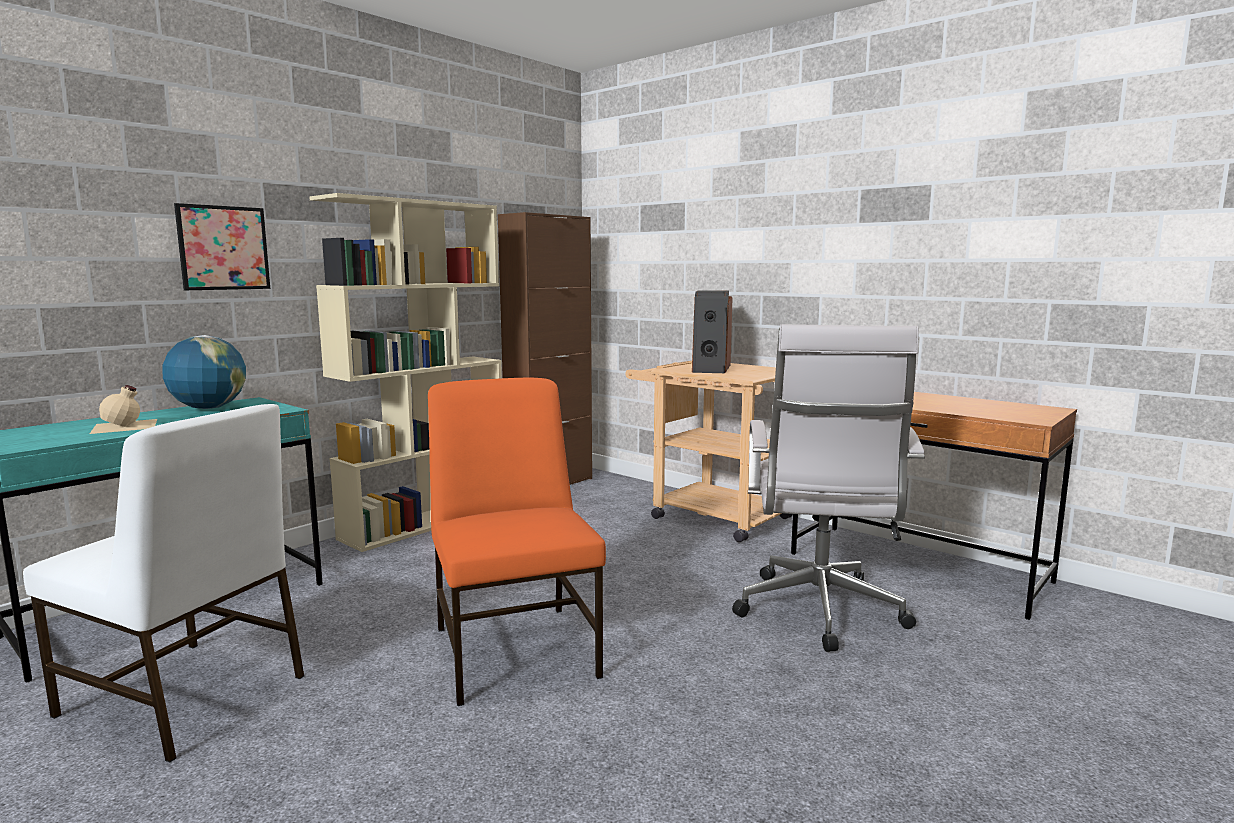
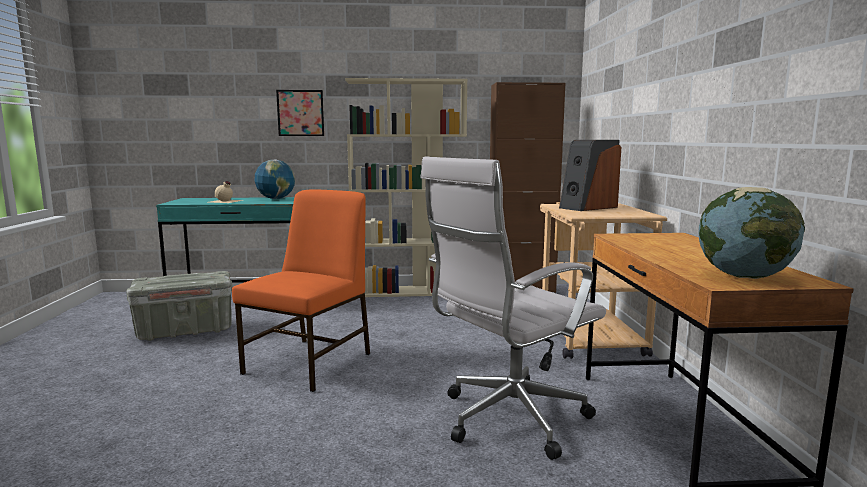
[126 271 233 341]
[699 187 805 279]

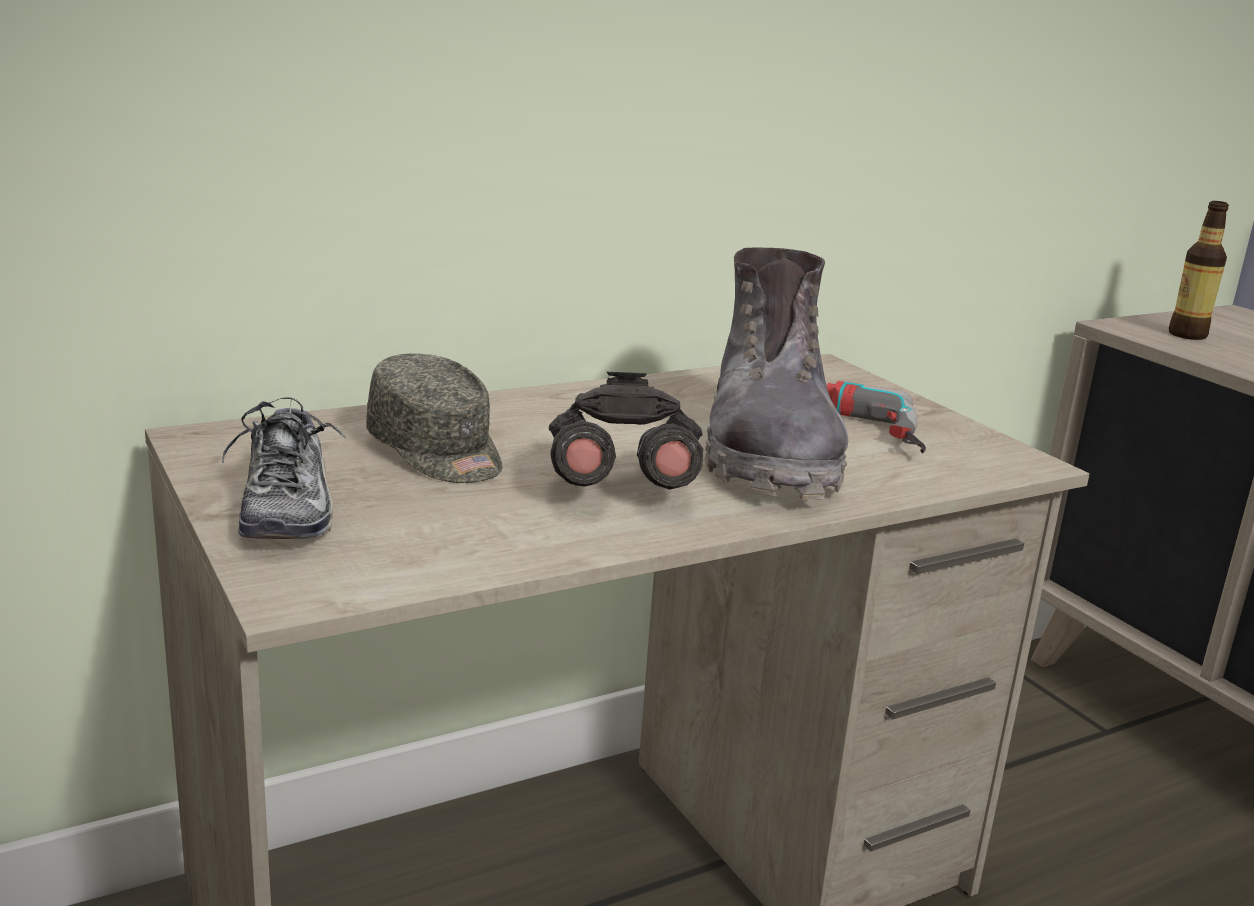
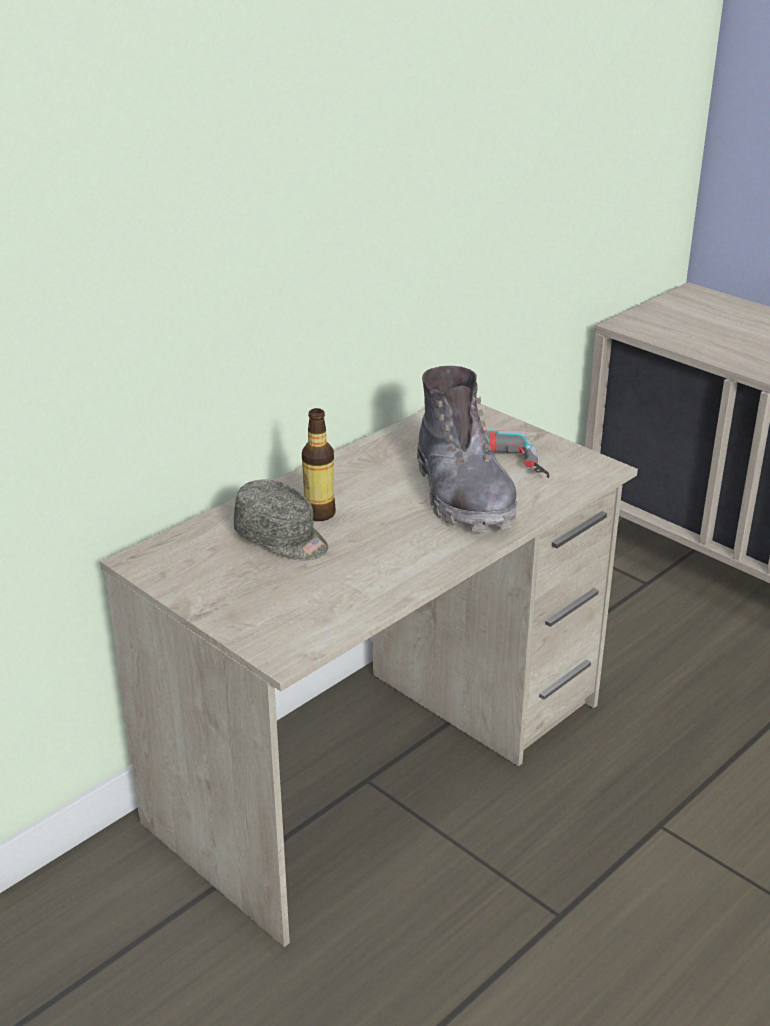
[222 397 346 539] (first image)
[549 372 703 490] (first image)
[302 408 336 521]

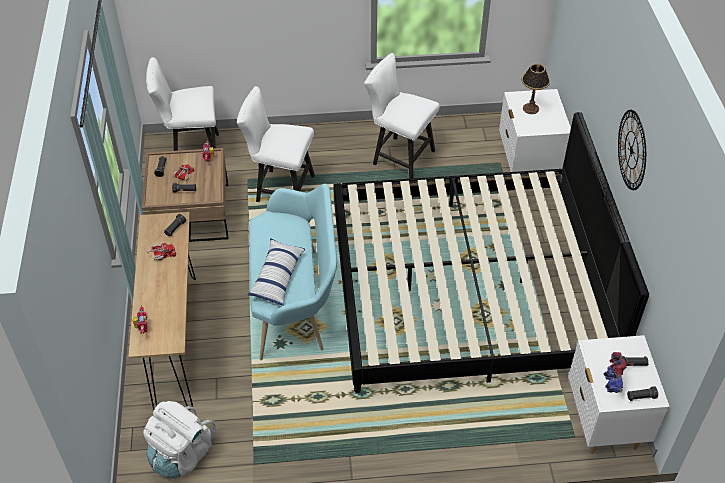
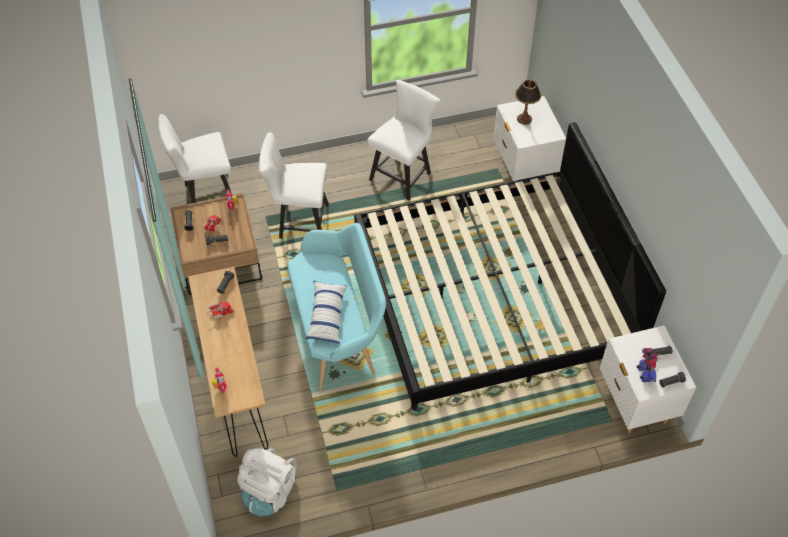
[367 80 441 201]
[618 110 646 190] (first image)

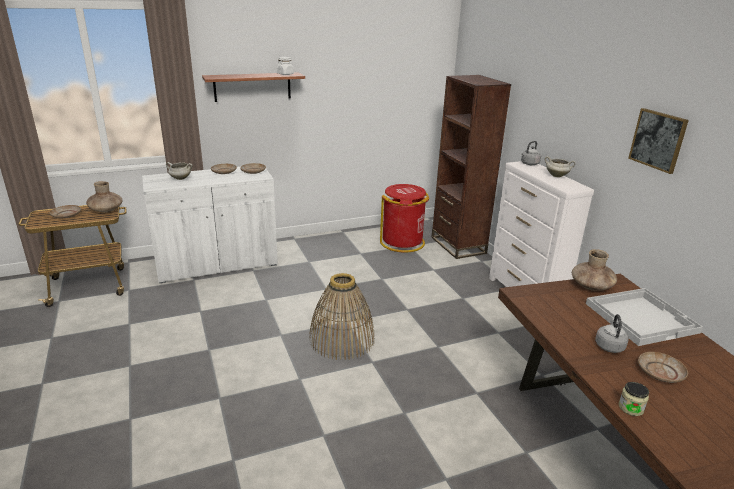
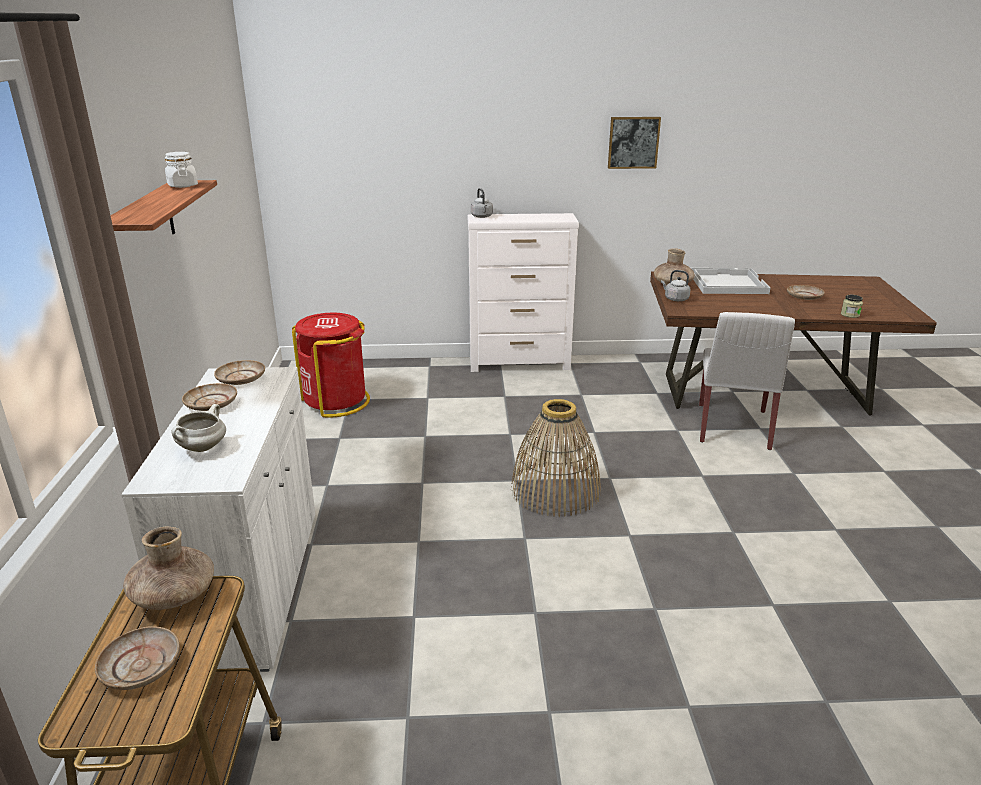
[431 75 511 259] (first image)
[545 156 576 177] (first image)
[661 270 690 301]
[699 312 795 450]

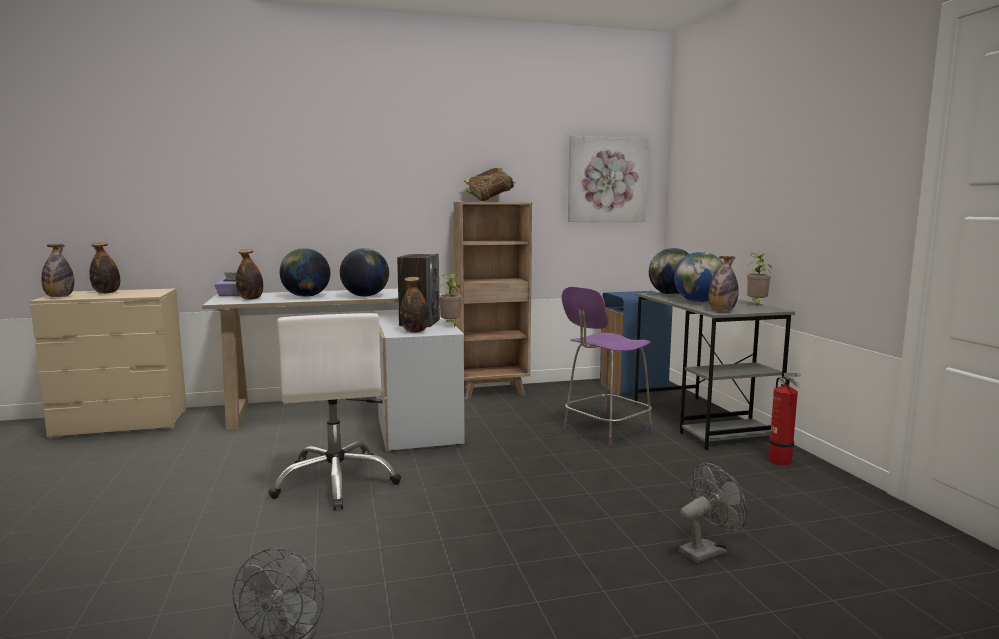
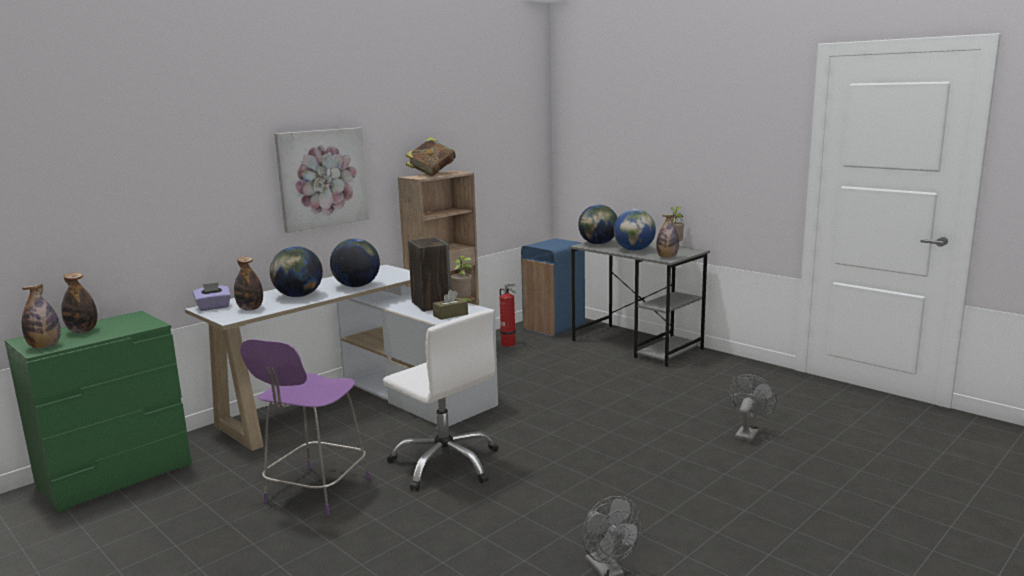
[5 311 192 513]
[433 290 468 320]
[240 339 370 515]
[274 128 369 233]
[500 284 516 347]

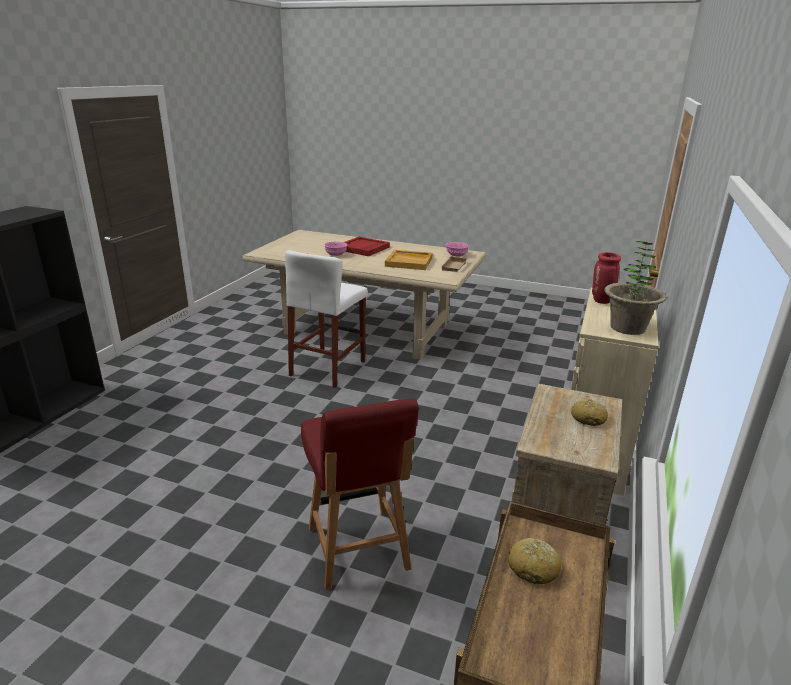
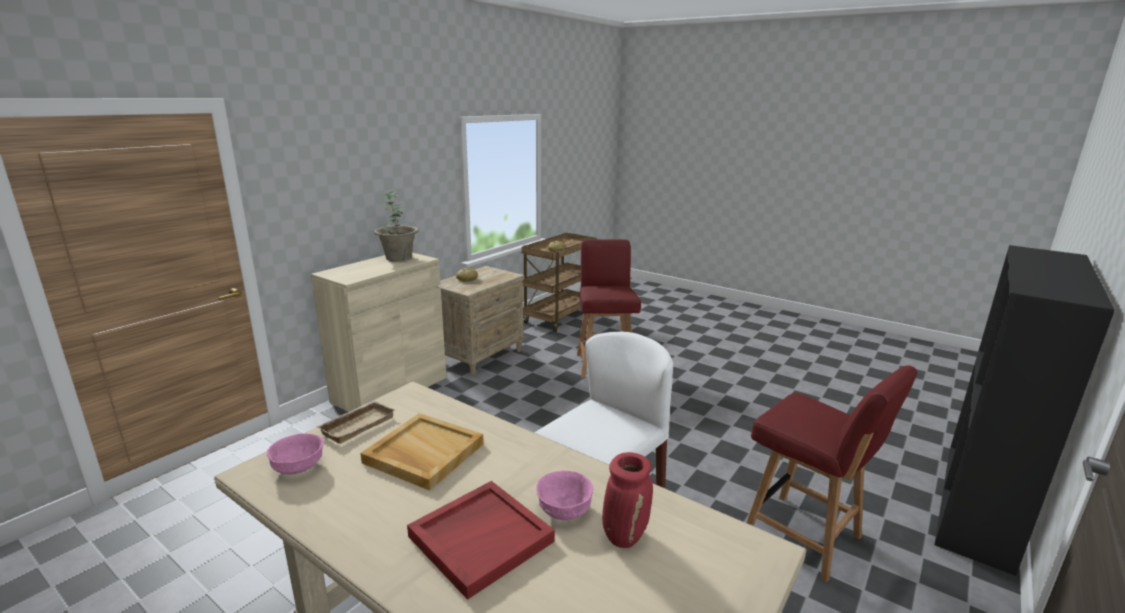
[602 452 653 548]
[746 365 918 583]

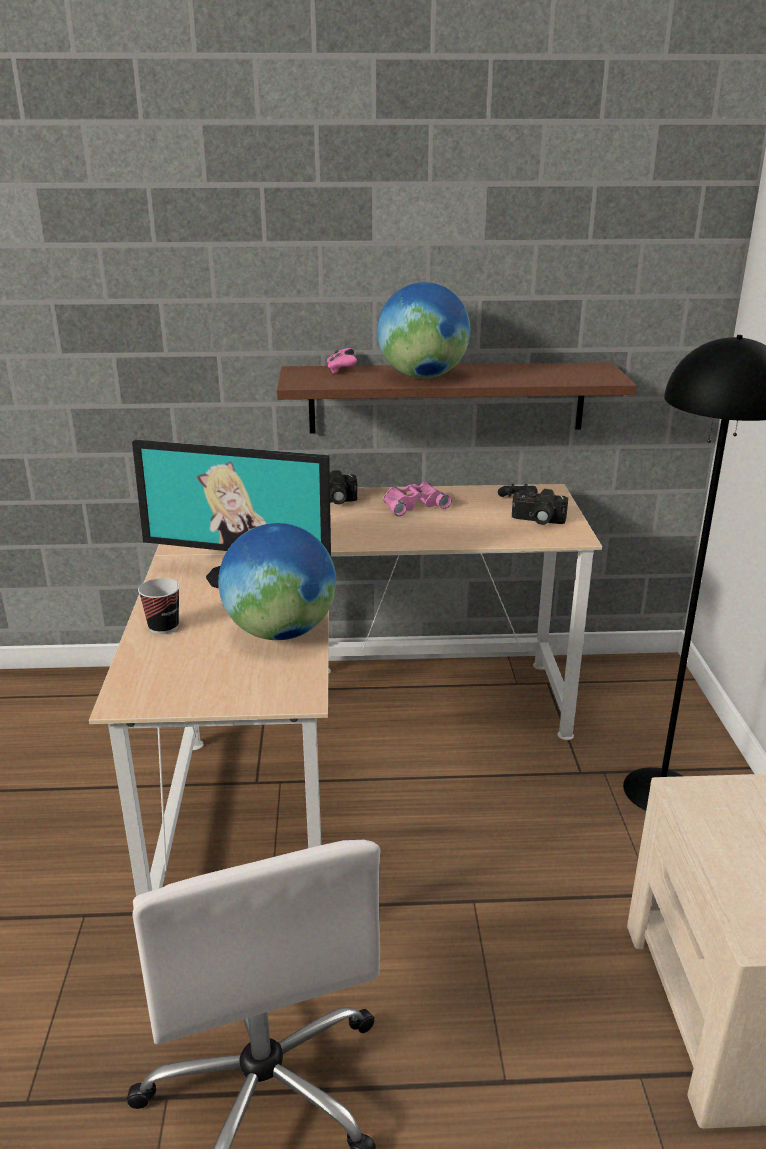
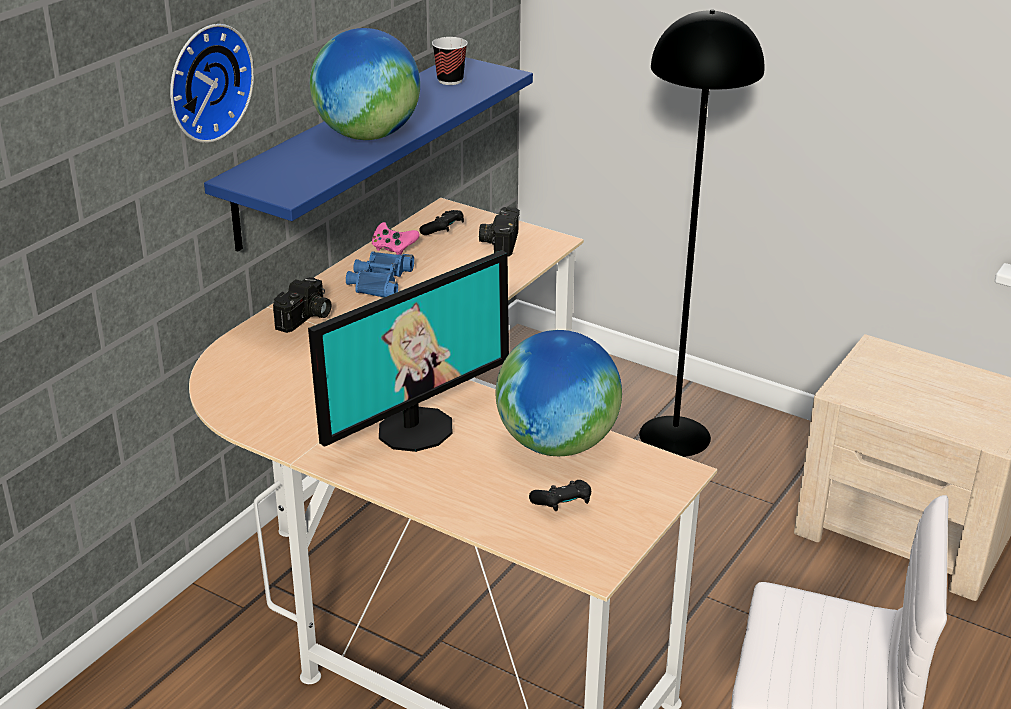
[432 37 468 85]
[204 57 533 252]
[372 222 420 255]
[346 251 414 297]
[479 207 520 257]
[170 24 254 143]
[529 480 591 511]

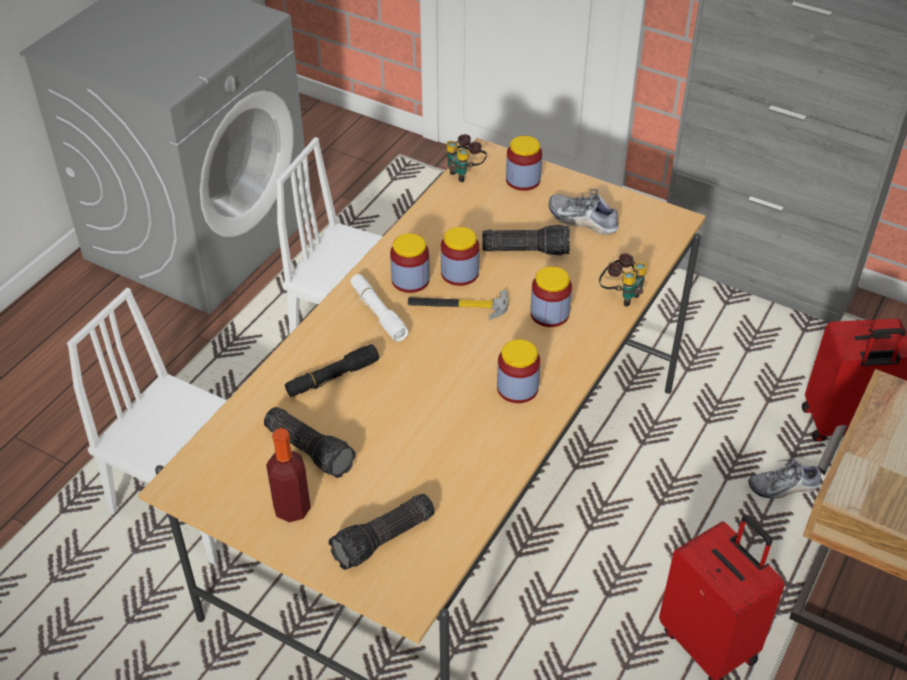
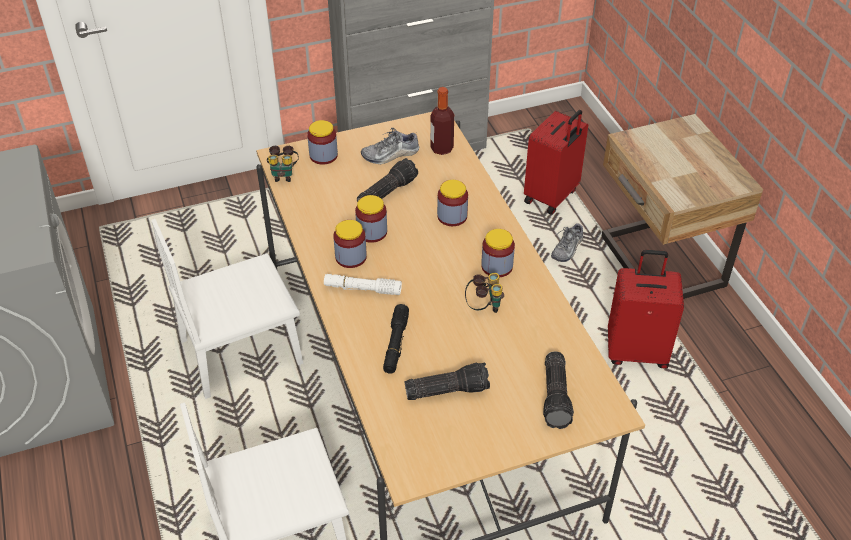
[430 87 454 155]
[408 290 508 320] (first image)
[465 273 504 313]

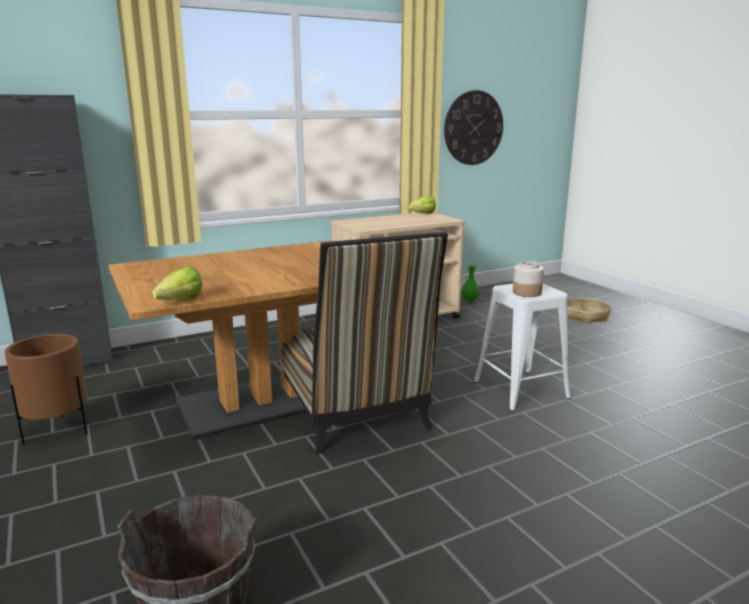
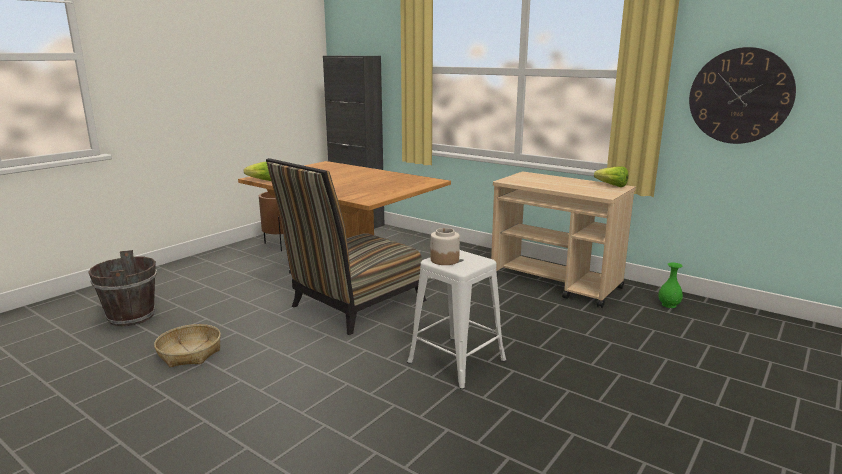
[154 324 221 367]

